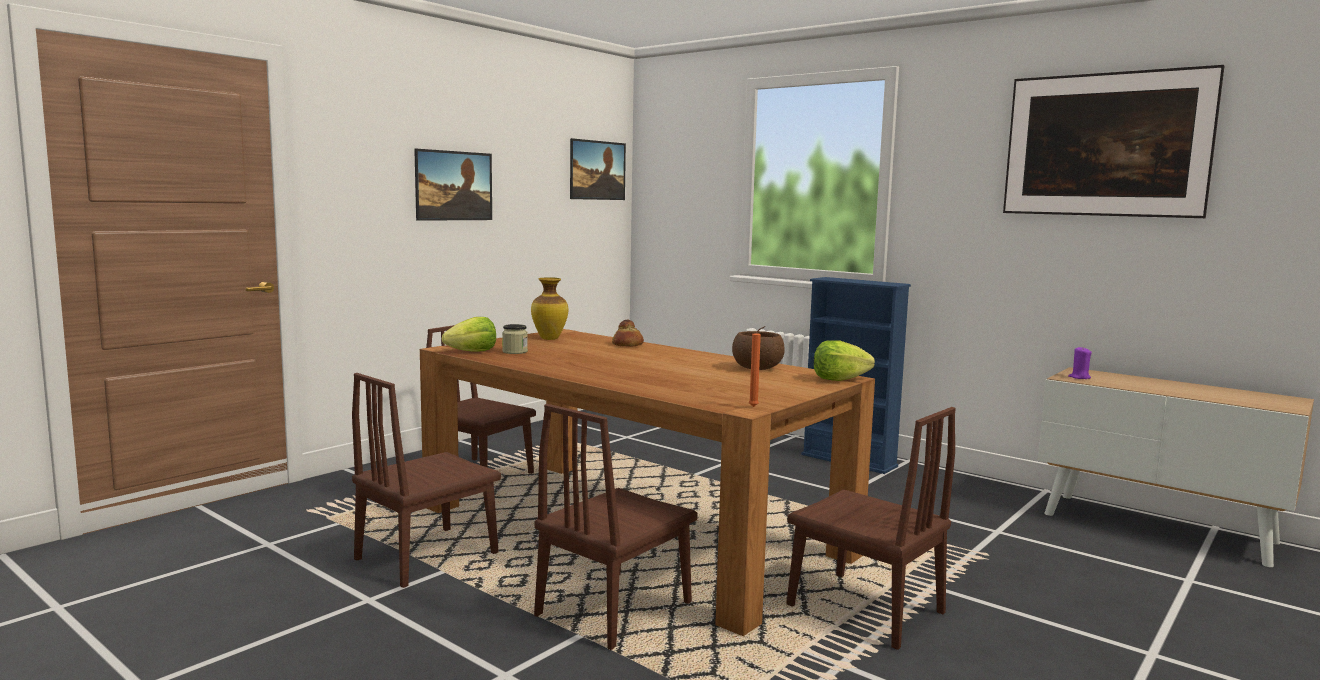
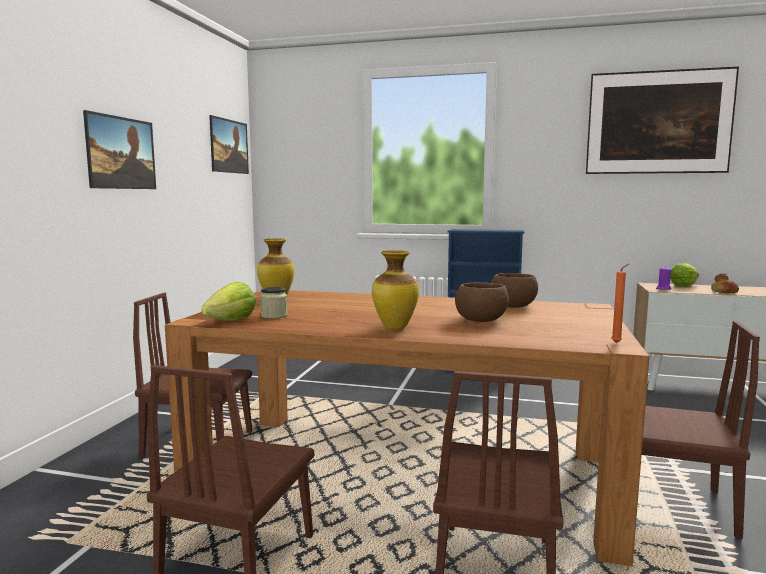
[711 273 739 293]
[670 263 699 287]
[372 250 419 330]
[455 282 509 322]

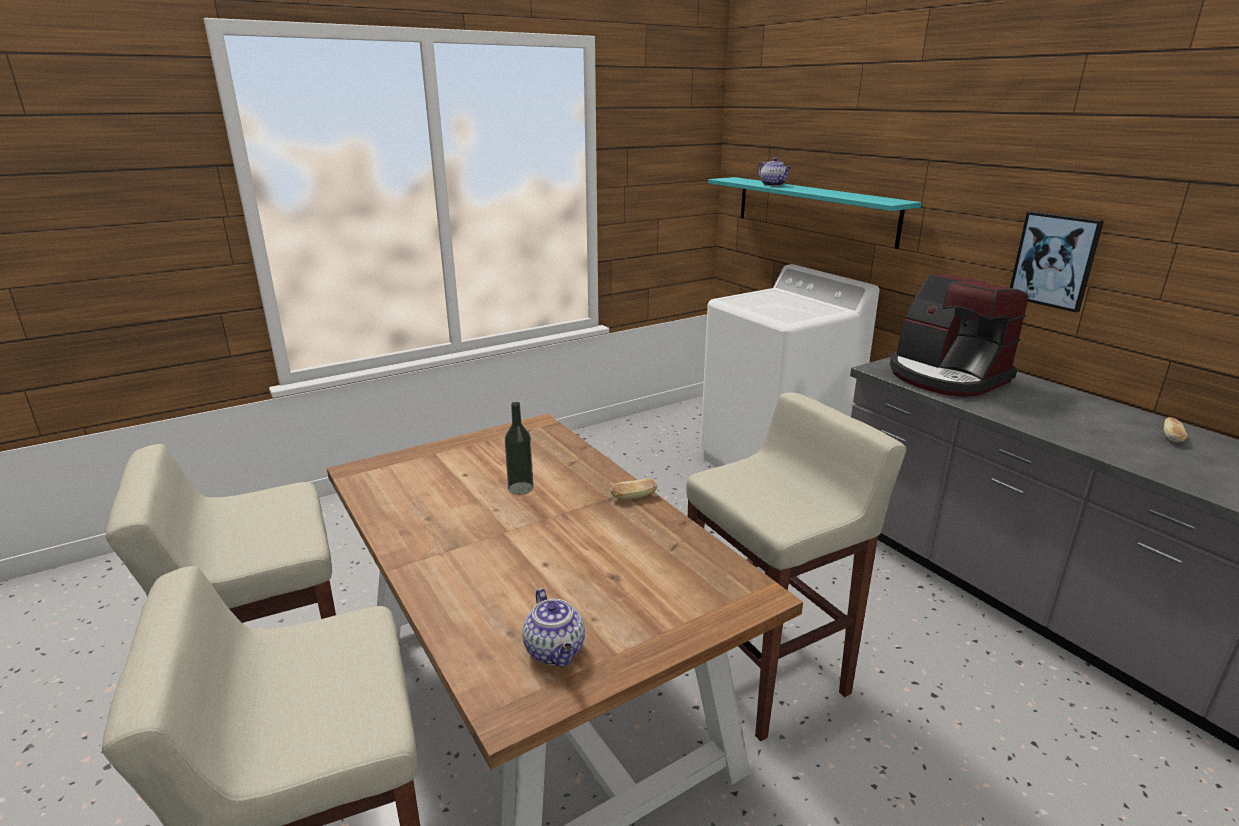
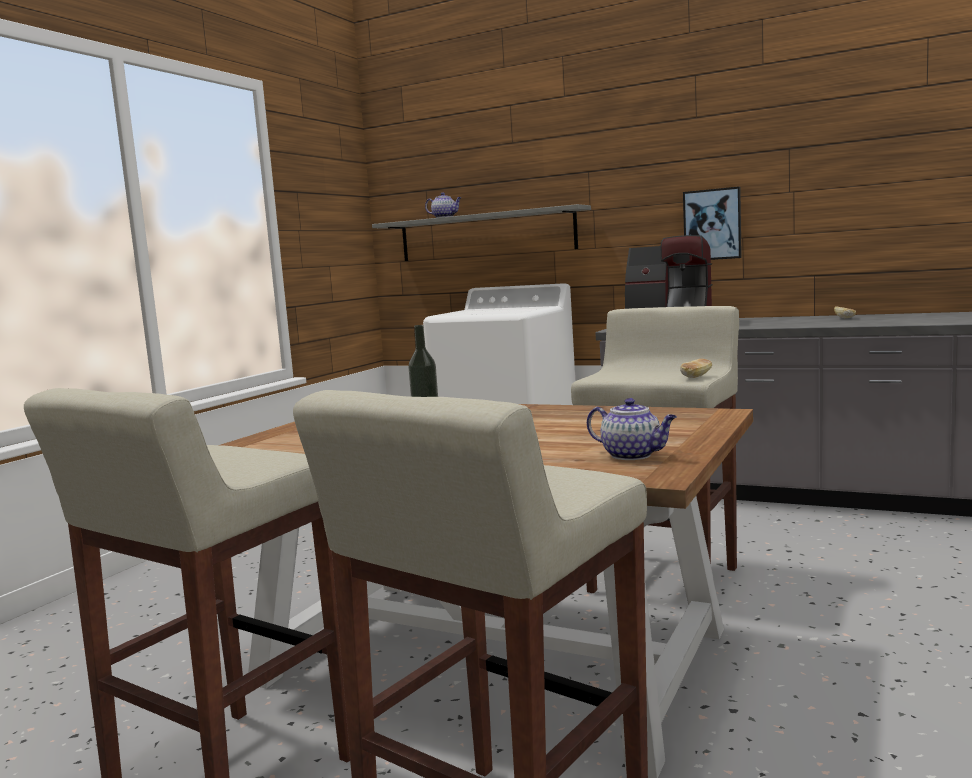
[680 359 713 378]
[372 204 591 261]

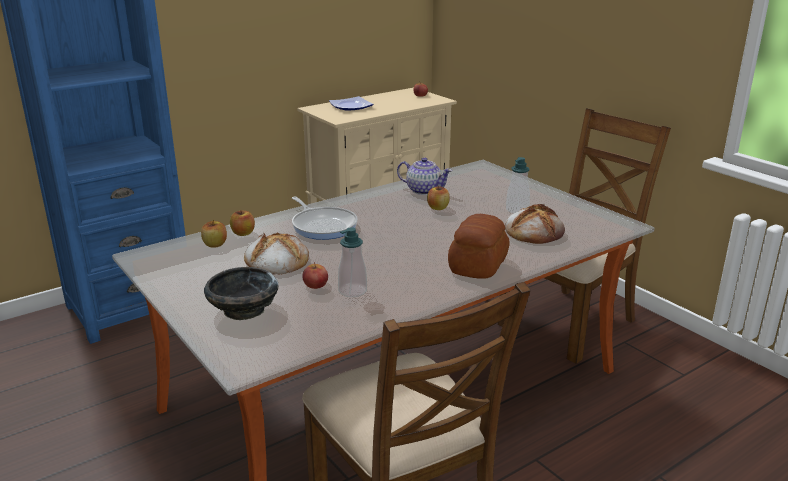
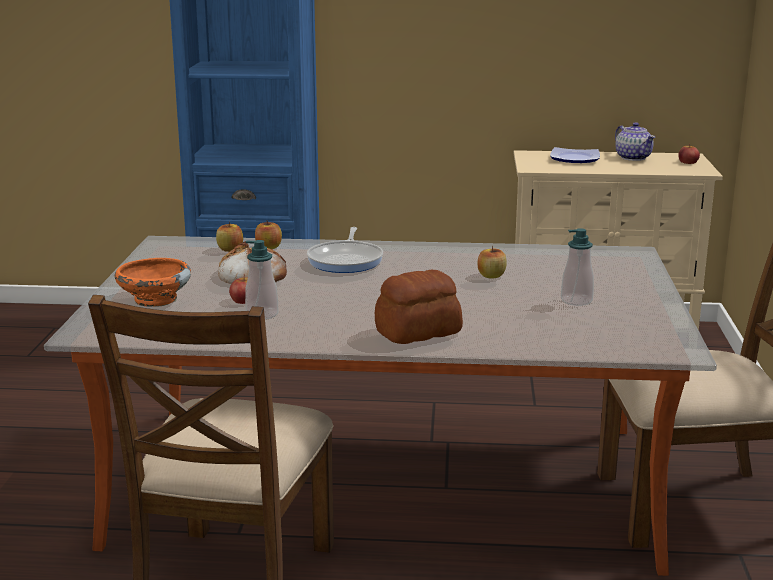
[115 258 191 307]
[615 122 655 161]
[505 204 565 244] (first image)

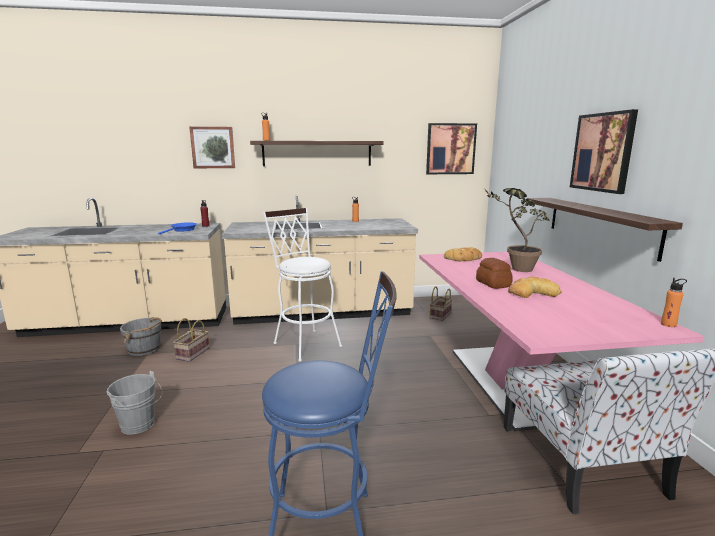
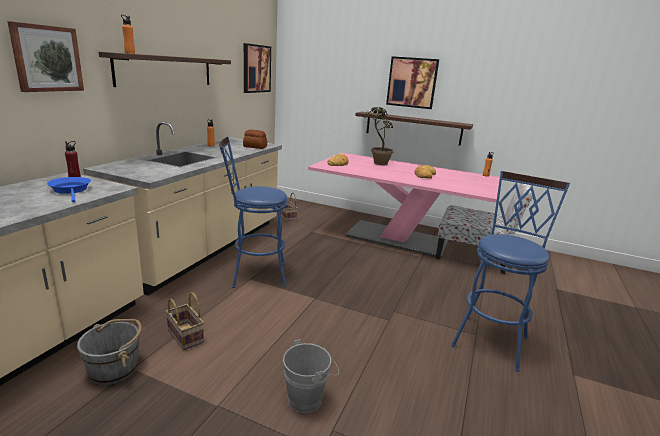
[219 137 287 288]
[243 129 267 149]

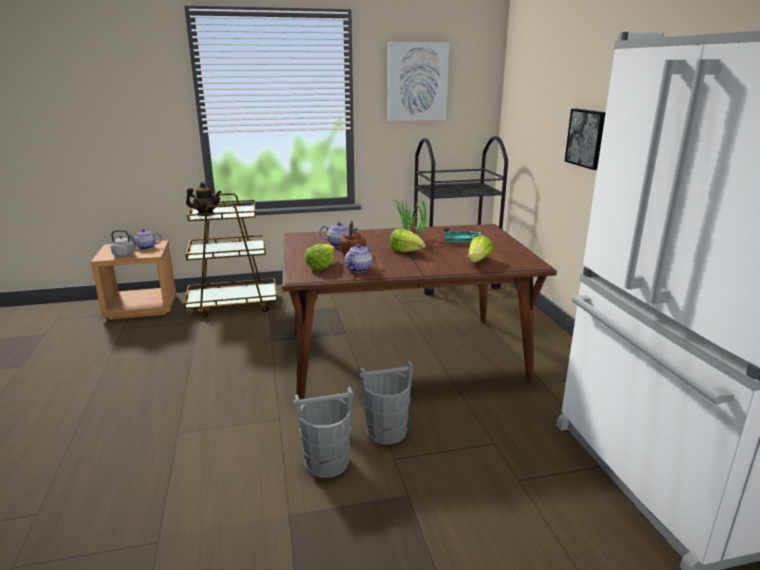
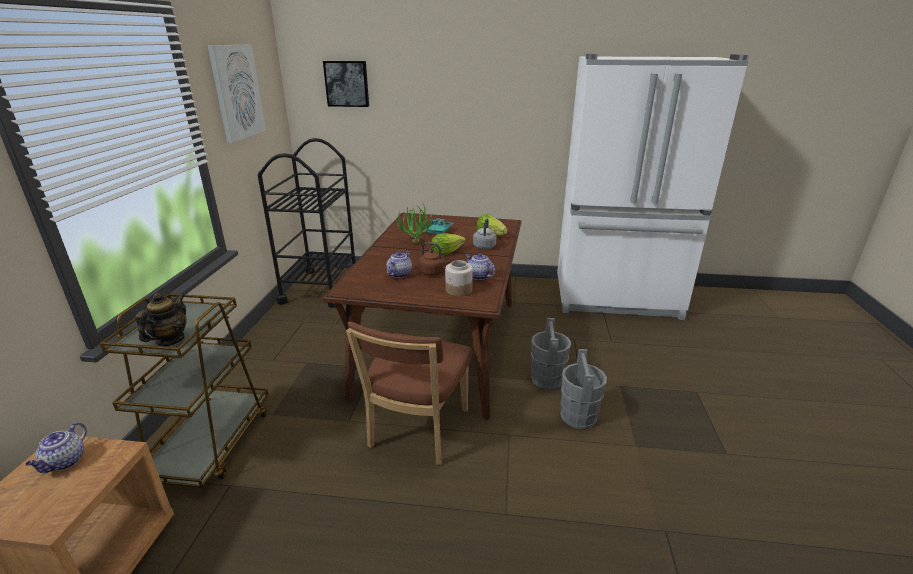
[473 218 496 249]
[445 260 473 296]
[323 61 369 107]
[346 321 472 465]

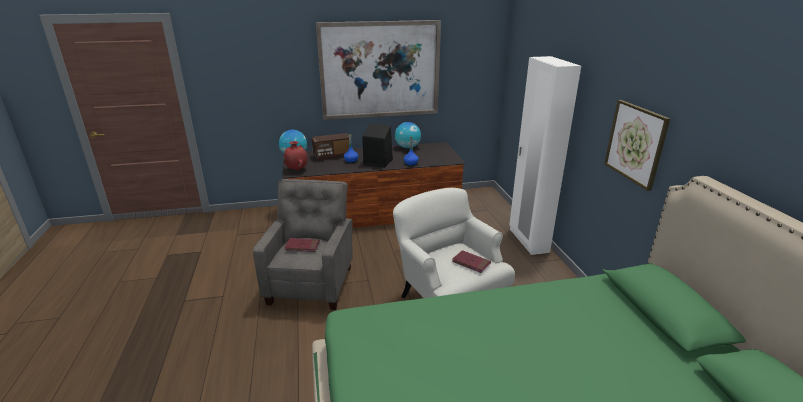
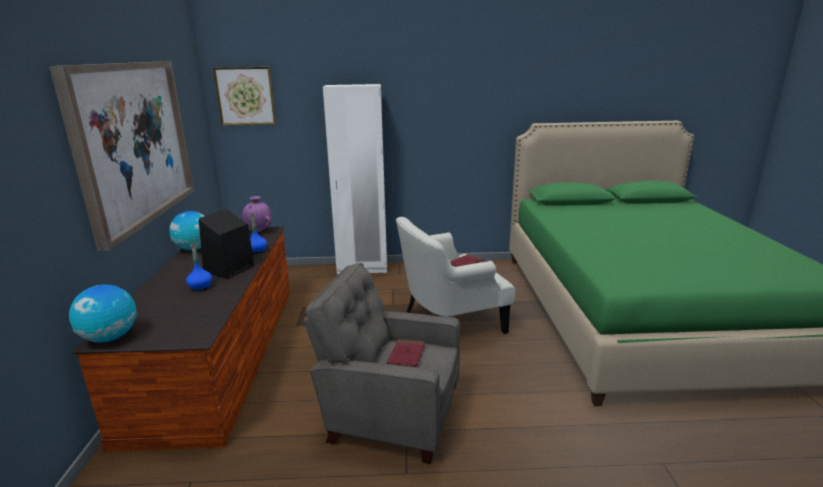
[283 141 308 170] (first image)
[312 133 352 160] (first image)
[213 67 276 125]
[242 196 272 232]

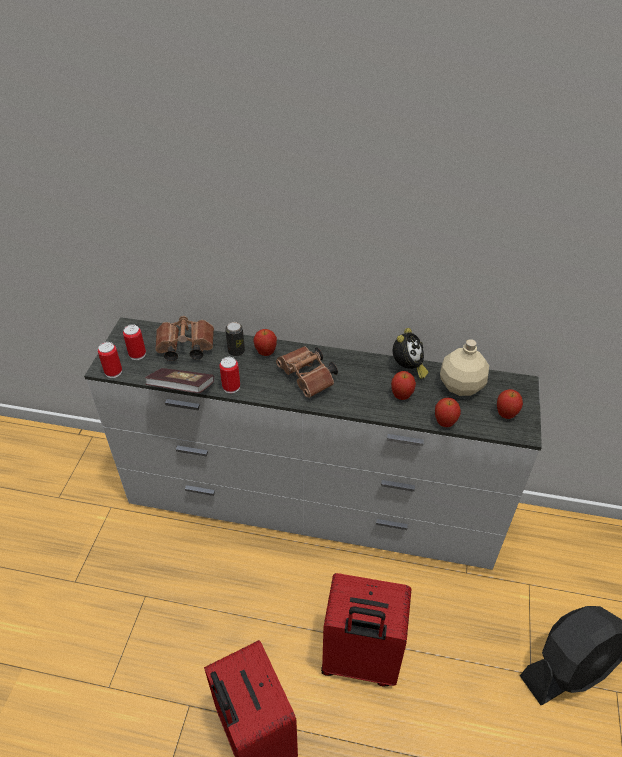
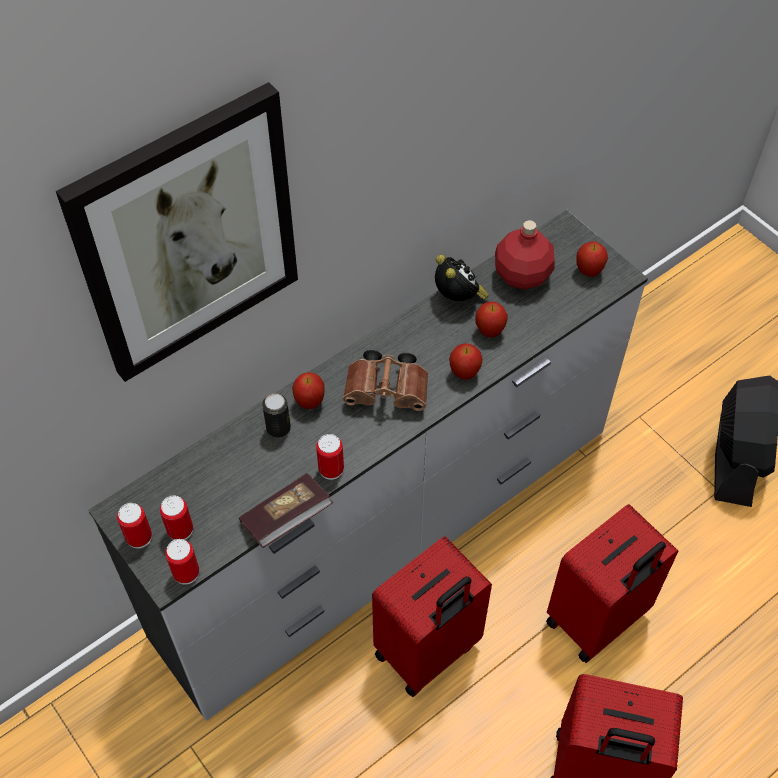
[155 316 214 361] (first image)
[449 343 483 380]
[495 220 555 290]
[56 82 298 382]
[117 503 152 549]
[372 536 492 697]

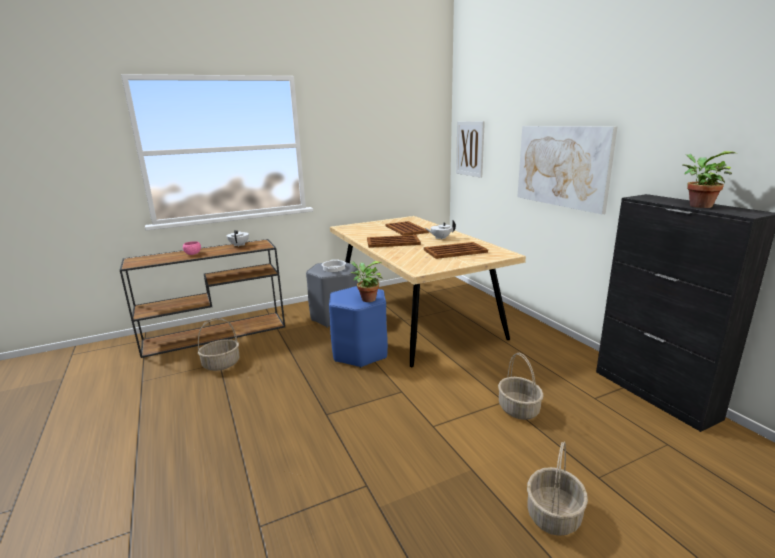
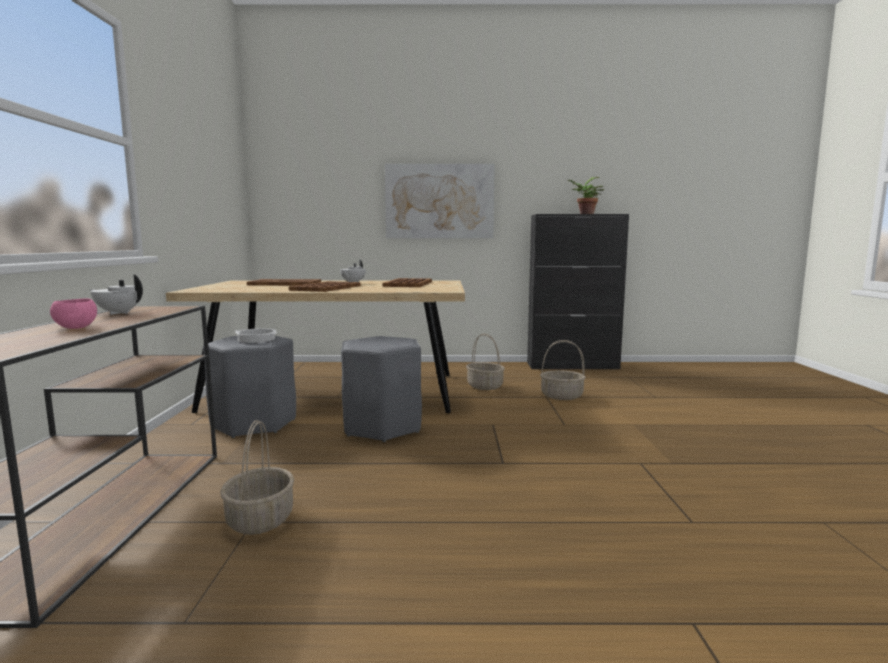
[341 336 422 442]
[350 261 382 302] (first image)
[456 121 485 178] (first image)
[466 333 505 390]

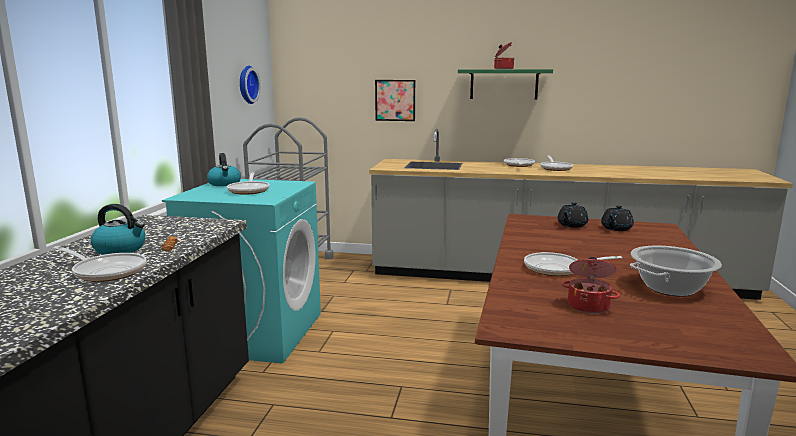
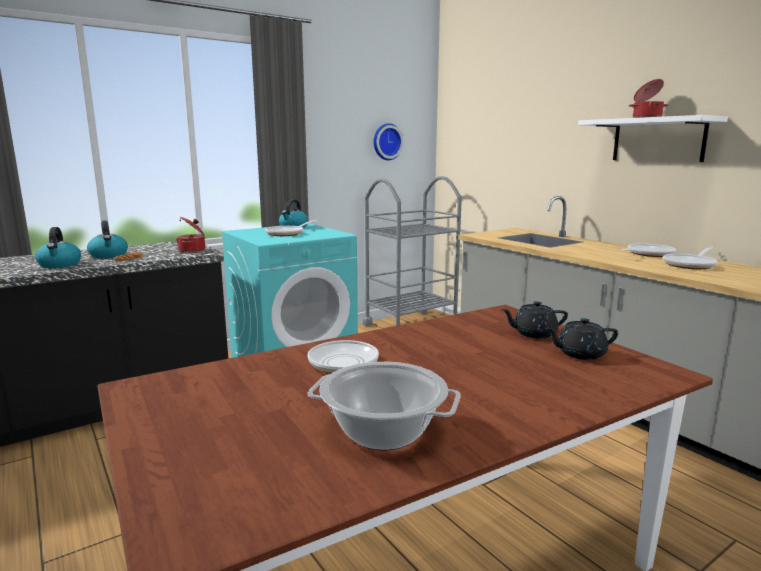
[35 227 81 268]
[375 80 415 121] (first image)
[578 115 728 162]
[176 216 205 253]

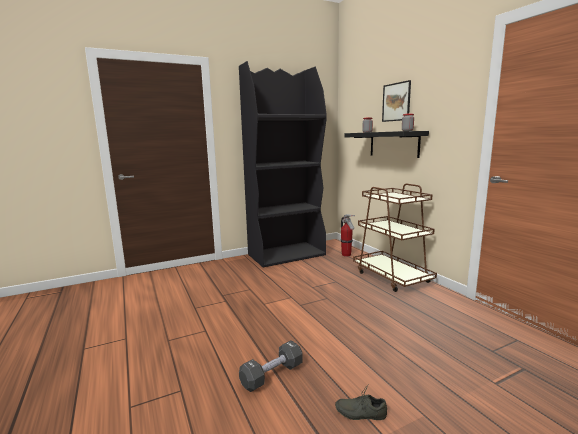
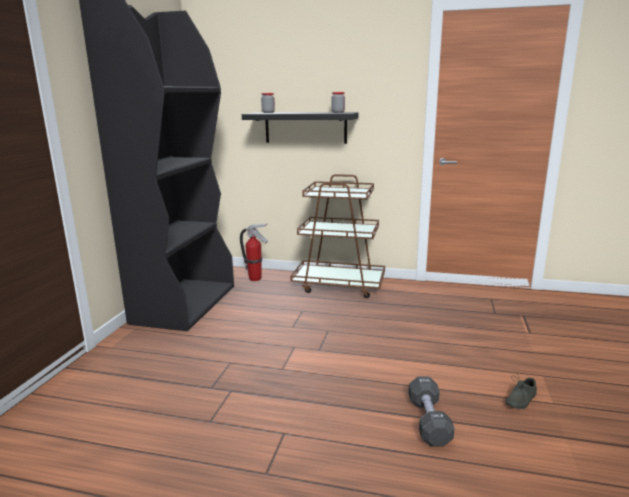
[382 80 411 122] (first image)

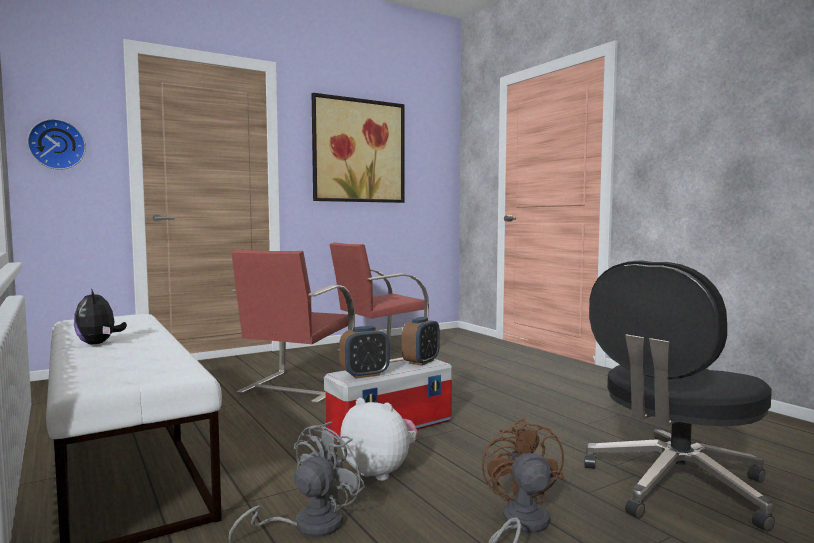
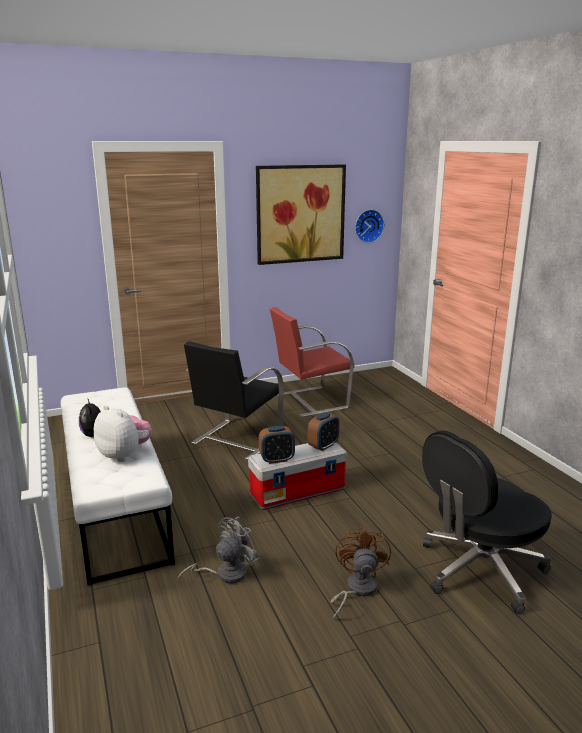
[355 209 384 243]
[184 341 284 460]
[94 405 152 462]

